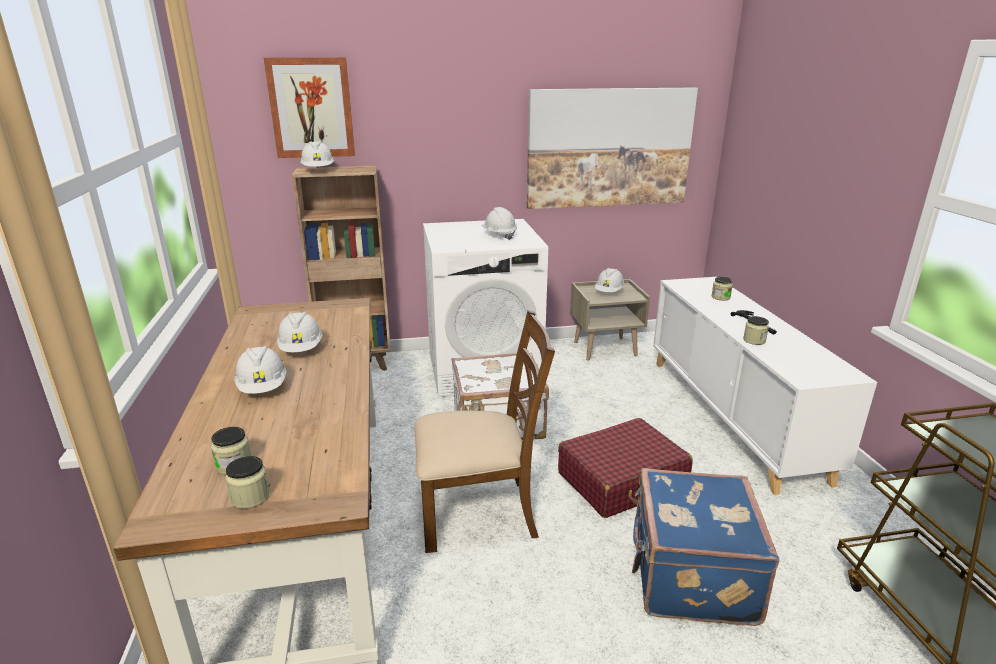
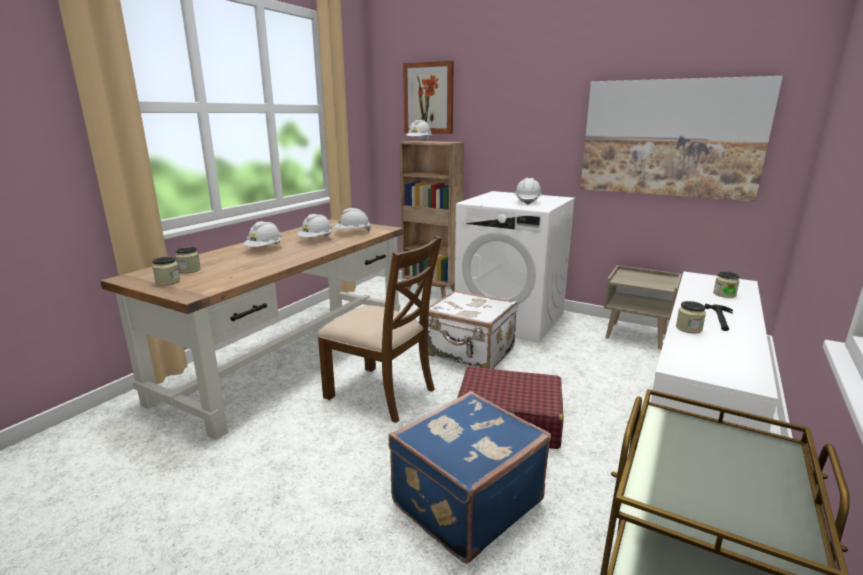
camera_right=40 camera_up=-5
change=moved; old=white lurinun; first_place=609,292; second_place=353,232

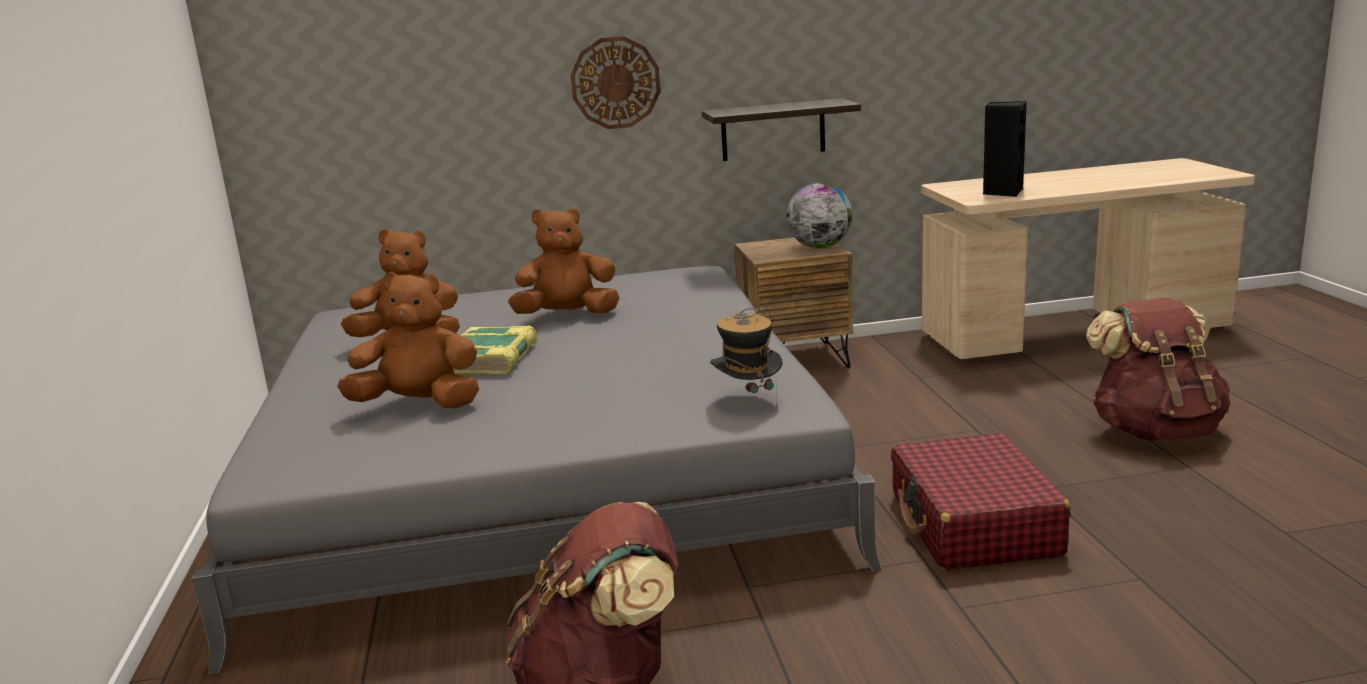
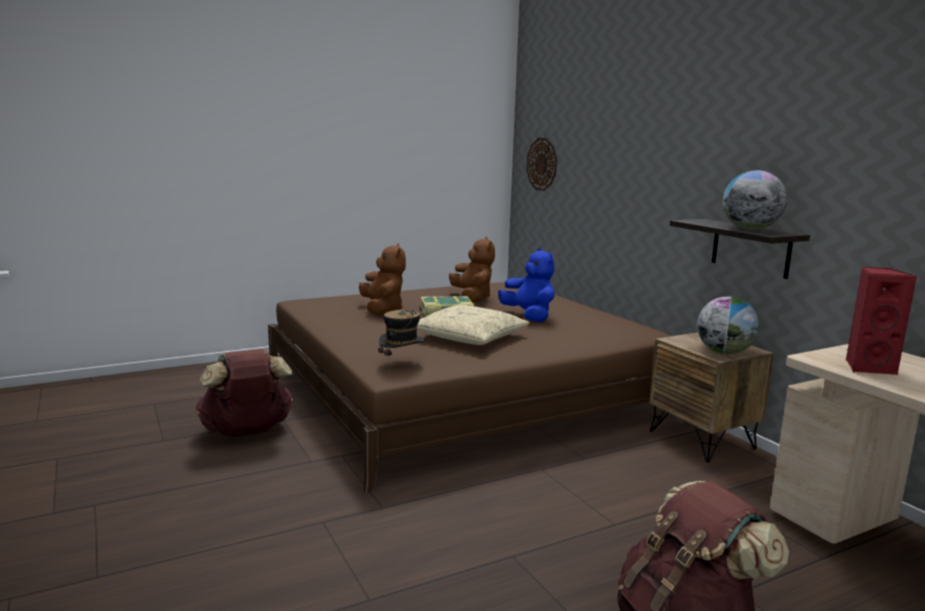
camera_right=70 camera_up=-5
change=removed; old=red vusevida; first_place=973,524
change=added; new=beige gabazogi; second_place=469,337
change=added; new=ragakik; second_place=750,229
change=moved; old=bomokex; first_place=615,83; second_place=542,164
change=recoloured; old=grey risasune; new=brown risasune; first_place=543,470; second_place=462,389
change=recoloured; old=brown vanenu; new=blue vanenu; first_place=567,315; second_place=529,316
change=recoloured; old=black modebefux; new=red modebefux; first_place=1003,192; second_place=868,367

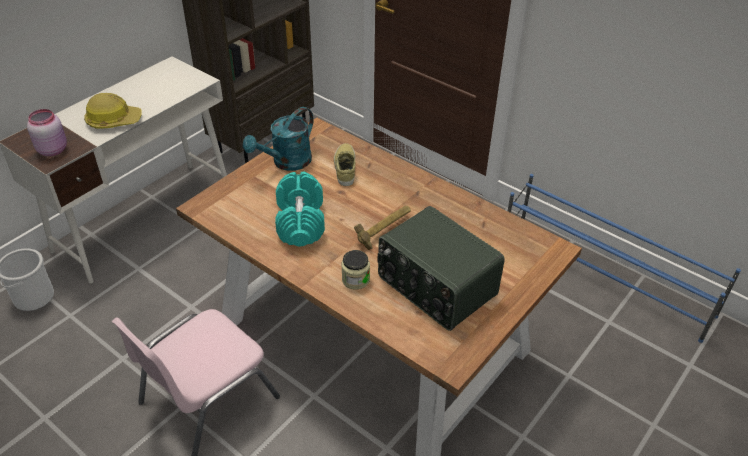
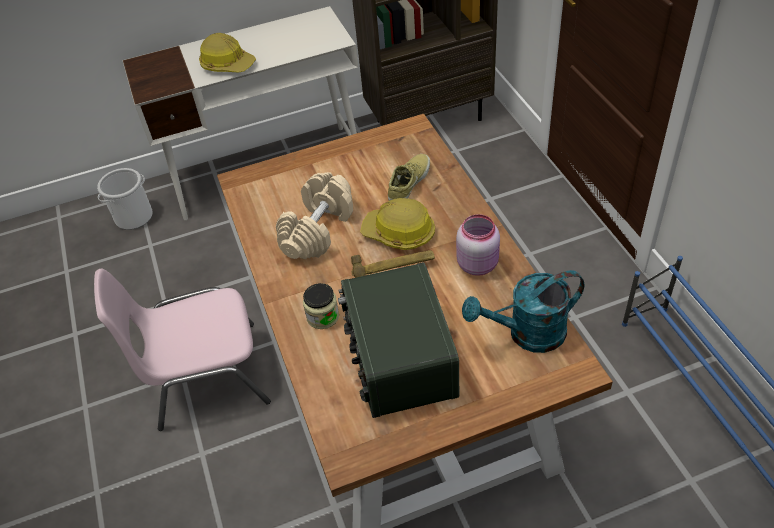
camera_right=35 camera_up=5
change=added; new=lurinun; second_place=399,233
change=moved; old=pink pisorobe; first_place=53,149; second_place=478,264
change=moved; old=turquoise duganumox; first_place=286,163; second_place=527,334
change=recoloured; old=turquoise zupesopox; new=beige zupesopox; first_place=301,222; second_place=318,230

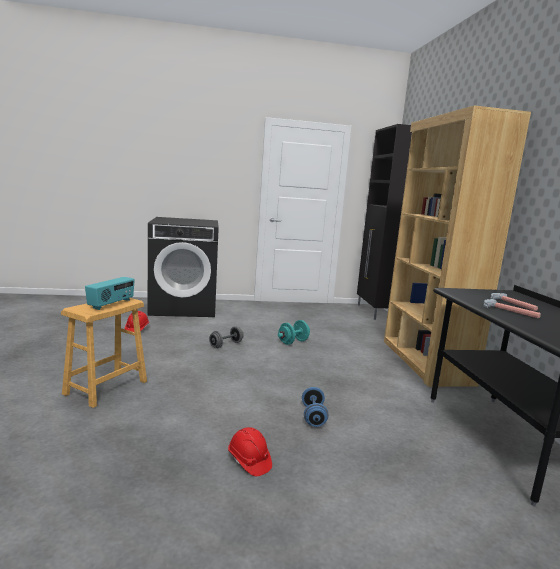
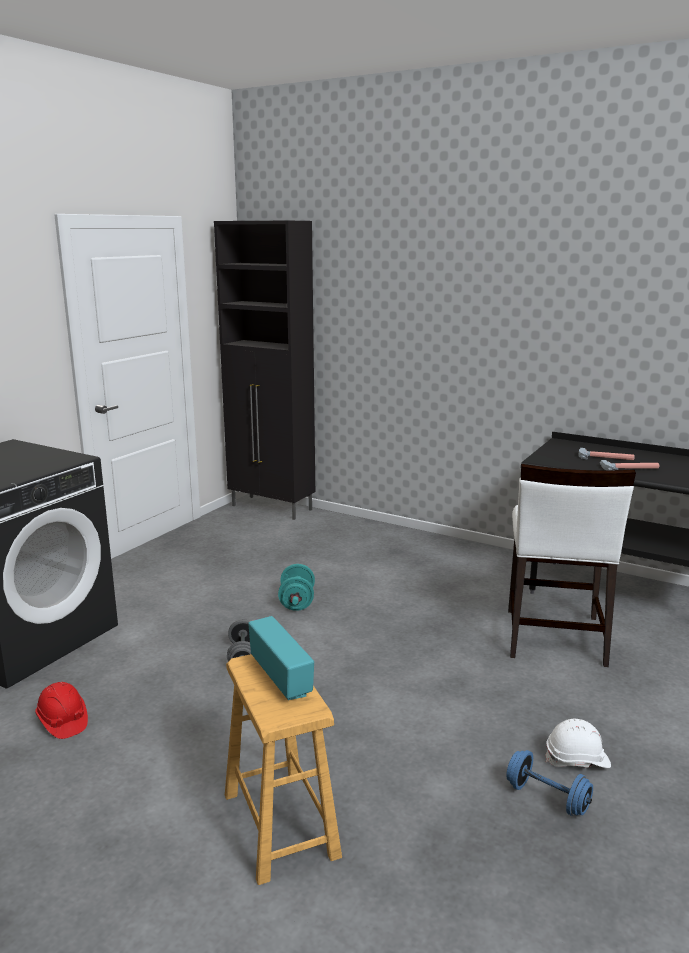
camera_right=-50 camera_up=5
change=removed; old=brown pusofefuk; first_place=425,361
change=added; new=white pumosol; second_place=553,637
change=moved; old=blue zupesopox; first_place=313,416; second_place=547,798
change=recoloured; old=red lurinun; new=white lurinun; first_place=249,461; second_place=577,759

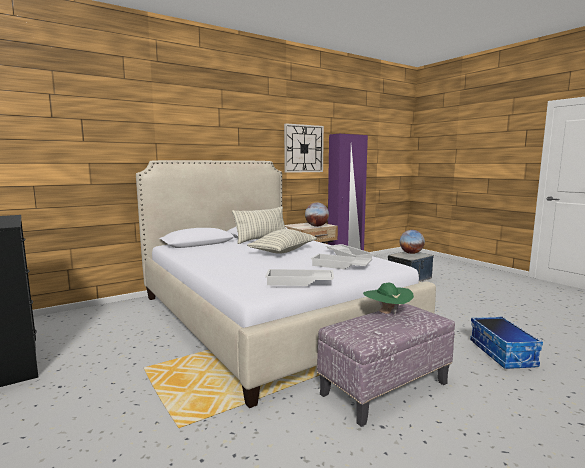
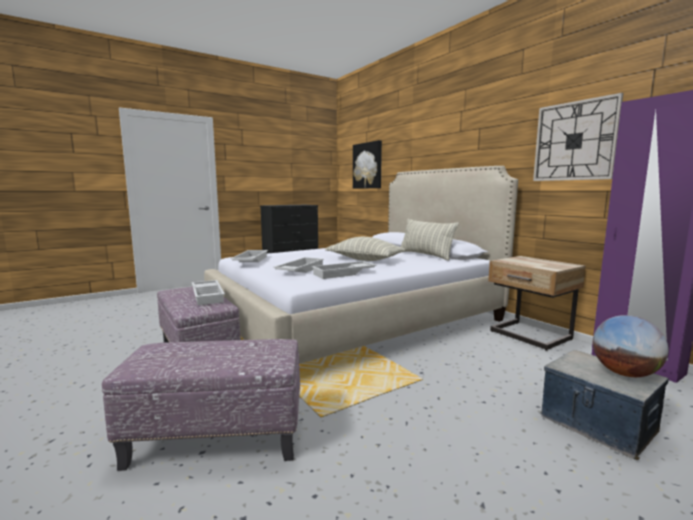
camera_right=90 camera_up=0
change=removed; old=ragakik; first_place=316,226
change=added; new=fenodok; second_place=367,165
change=replaced; old=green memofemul; new=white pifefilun; first_place=387,313; second_place=208,296
change=replaced; old=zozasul; new=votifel; first_place=503,353; second_place=215,440

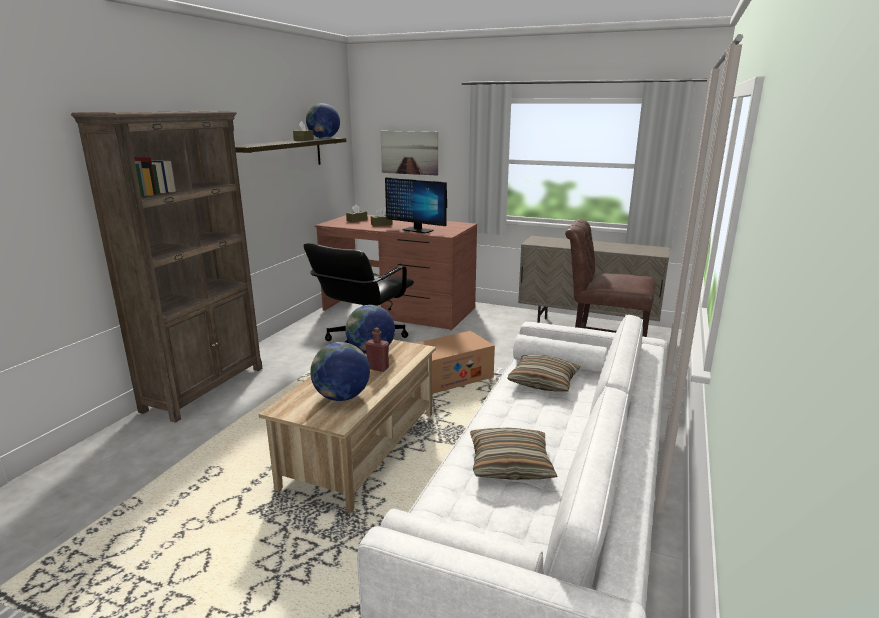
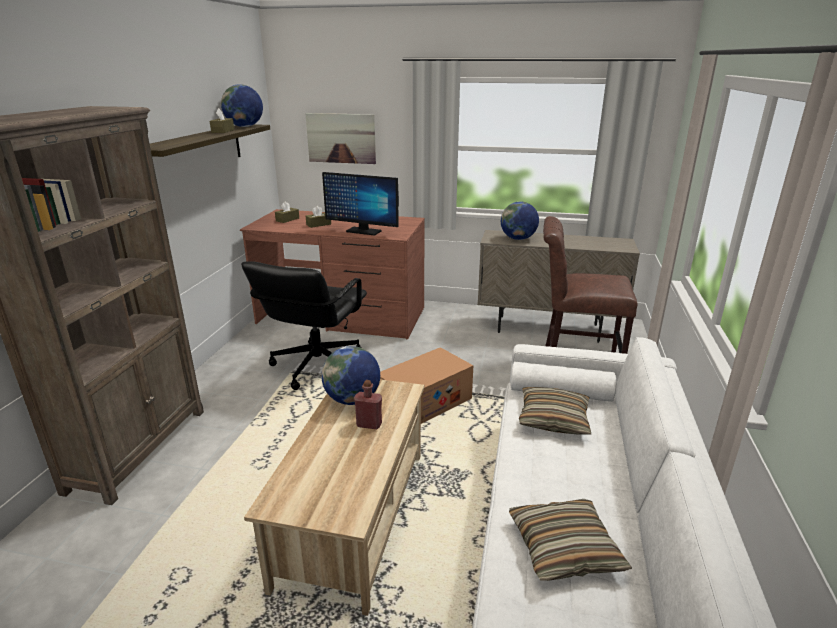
camera_right=-10 camera_up=5
change=moved; old=ragakik; first_place=342,397; second_place=518,239

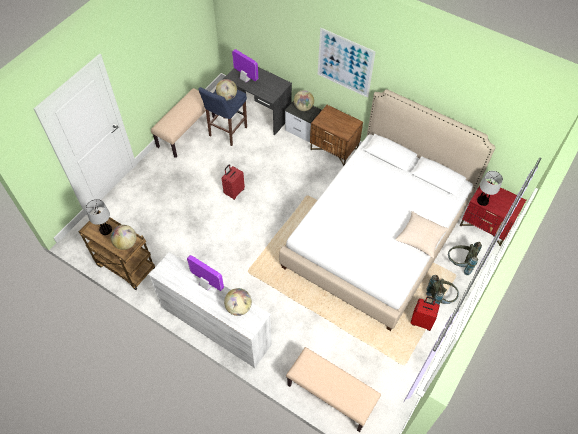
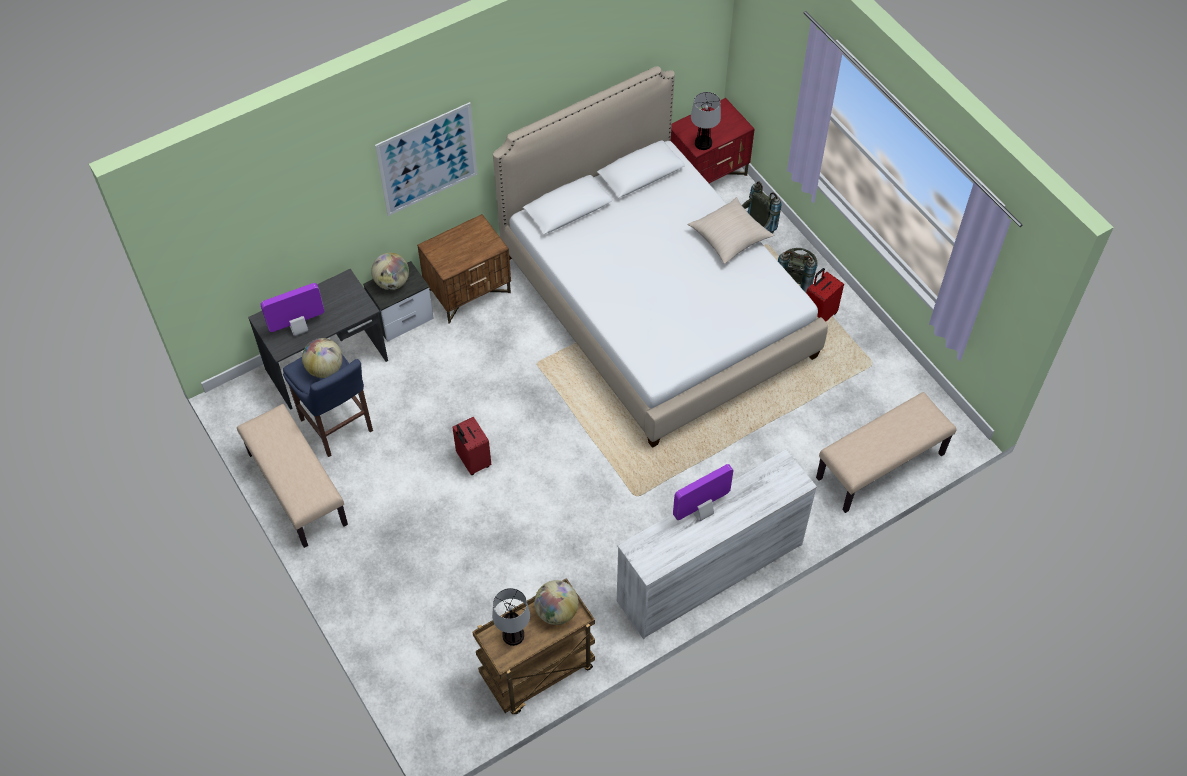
camera_right=-65 camera_up=0
change=removed; old=ragakik; first_place=238,307

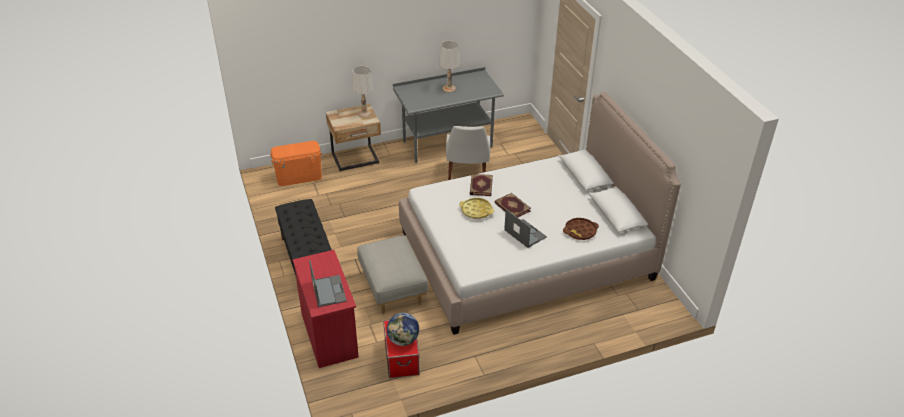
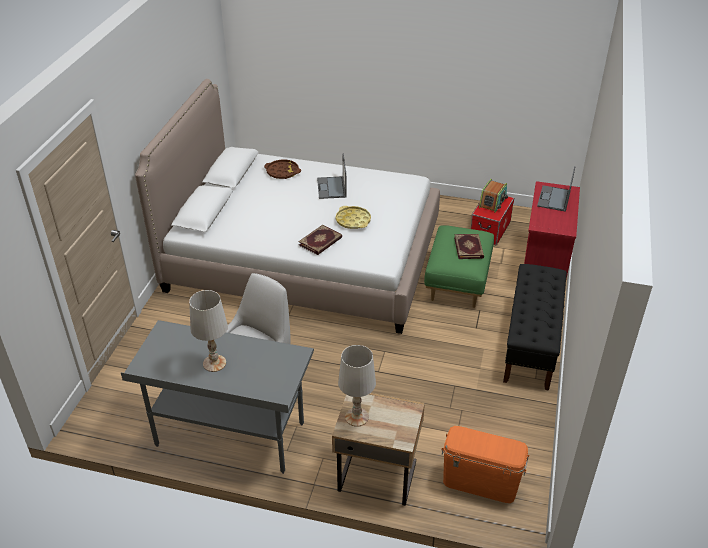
camera_right=-145 camera_up=0
change=moved; old=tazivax; first_place=512,207; second_place=469,248
change=replaced; old=ragakik; new=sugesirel; first_place=403,340; second_place=493,202
change=recoloured; old=grey votifel; new=green votifel; first_place=393,289; second_place=457,282

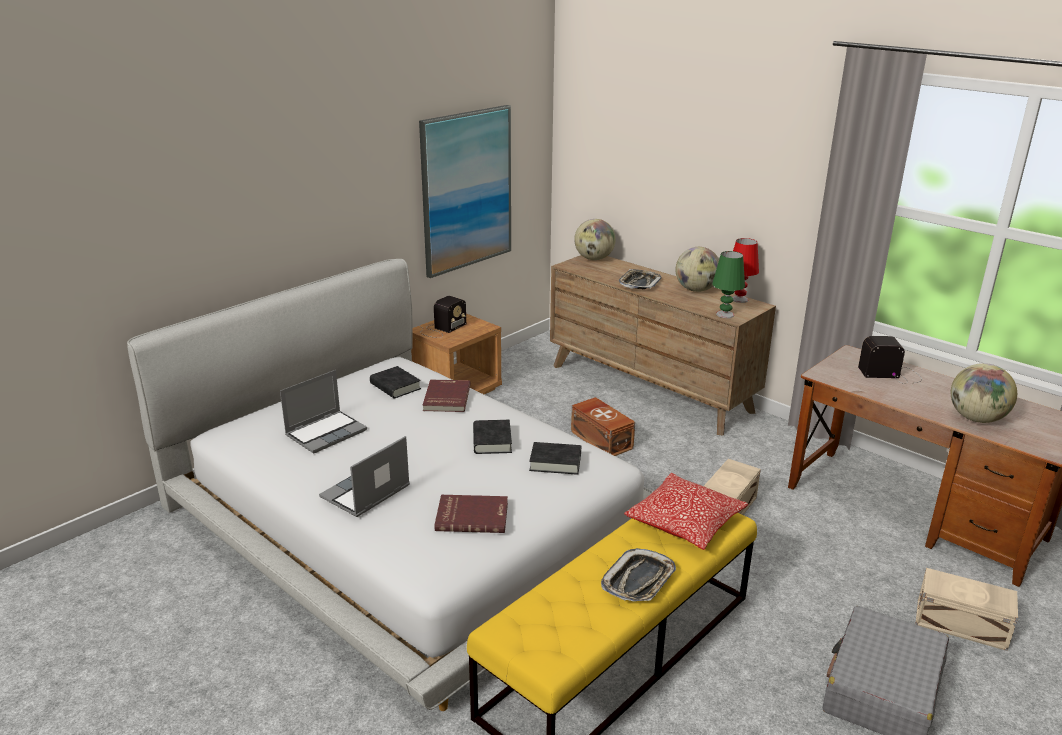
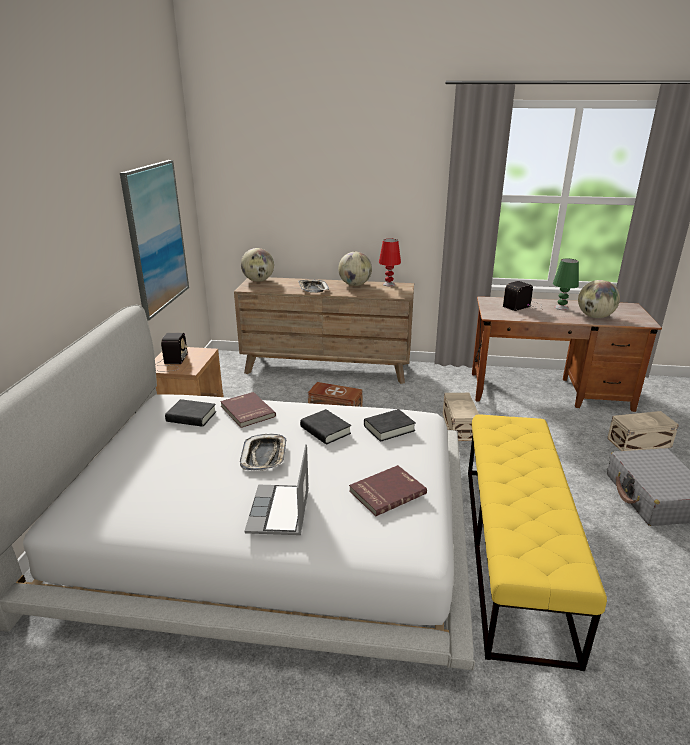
camera_right=-35 camera_up=0
change=removed; old=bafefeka; first_place=326,432
change=removed; old=gabazogi; first_place=685,523
change=moved; old=pifefilun; first_place=639,581; second_place=264,456
change=moved; old=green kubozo; first_place=725,314; second_place=561,307

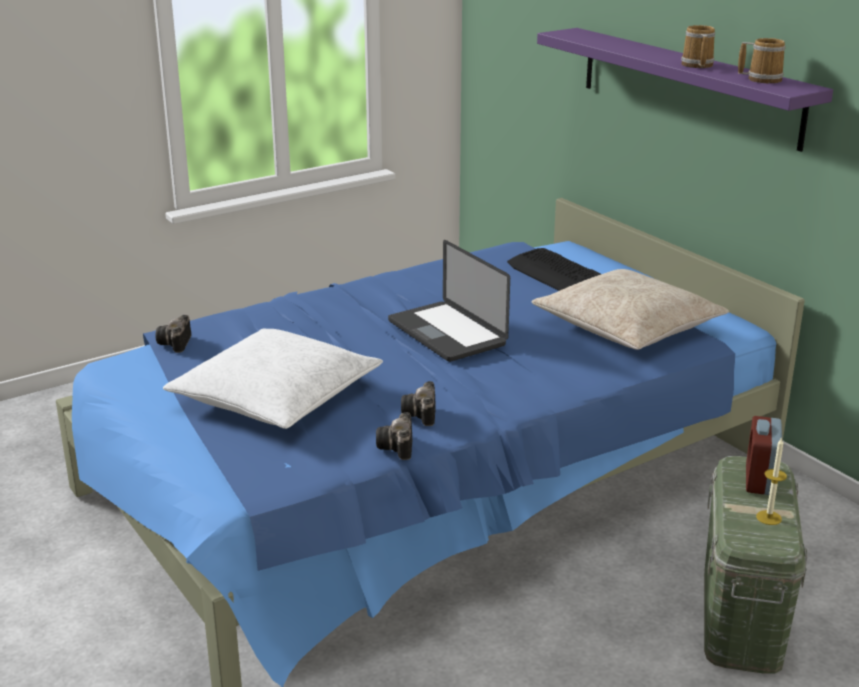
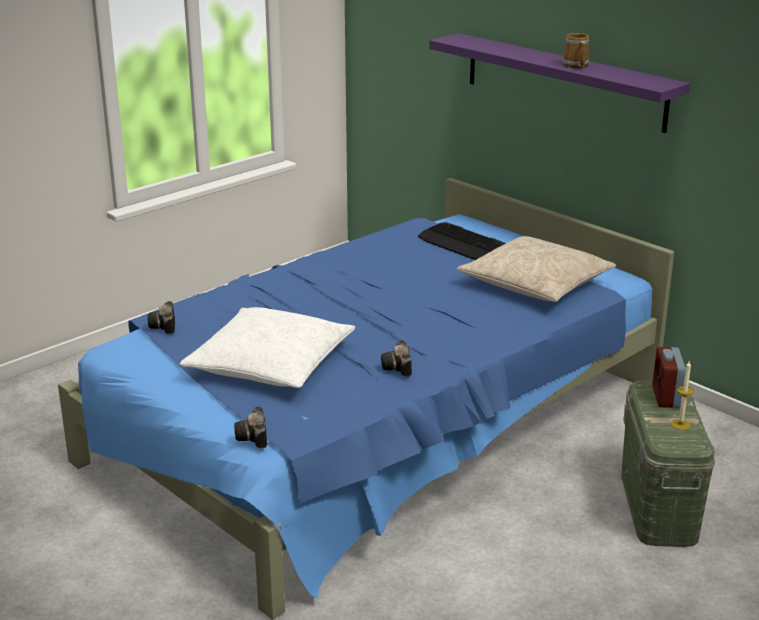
camera_right=-10 camera_up=0
change=removed; old=bafefeka; first_place=446,333
change=removed; old=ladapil; first_place=762,79
change=moved; old=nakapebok; first_place=398,448; second_place=254,438

